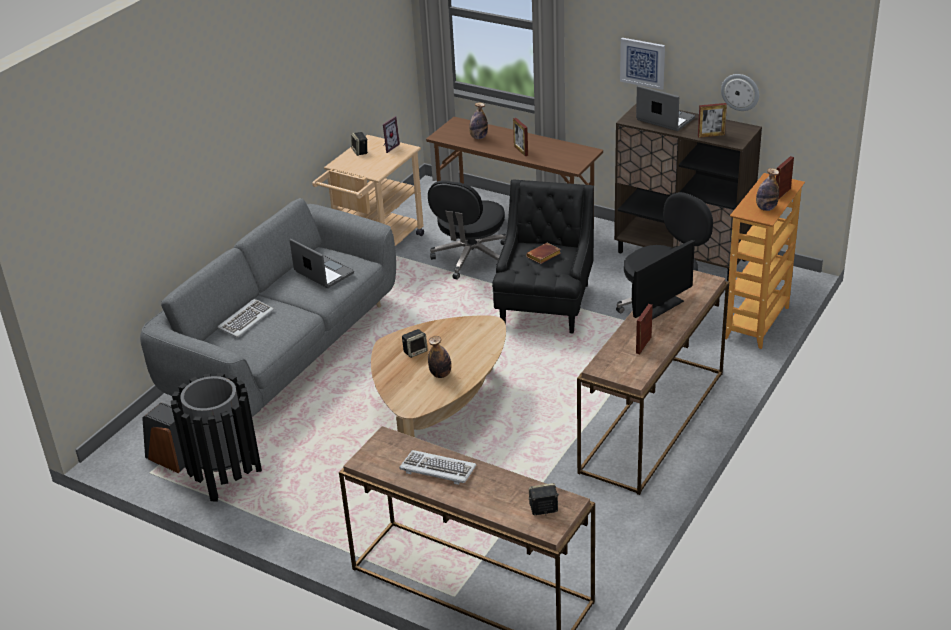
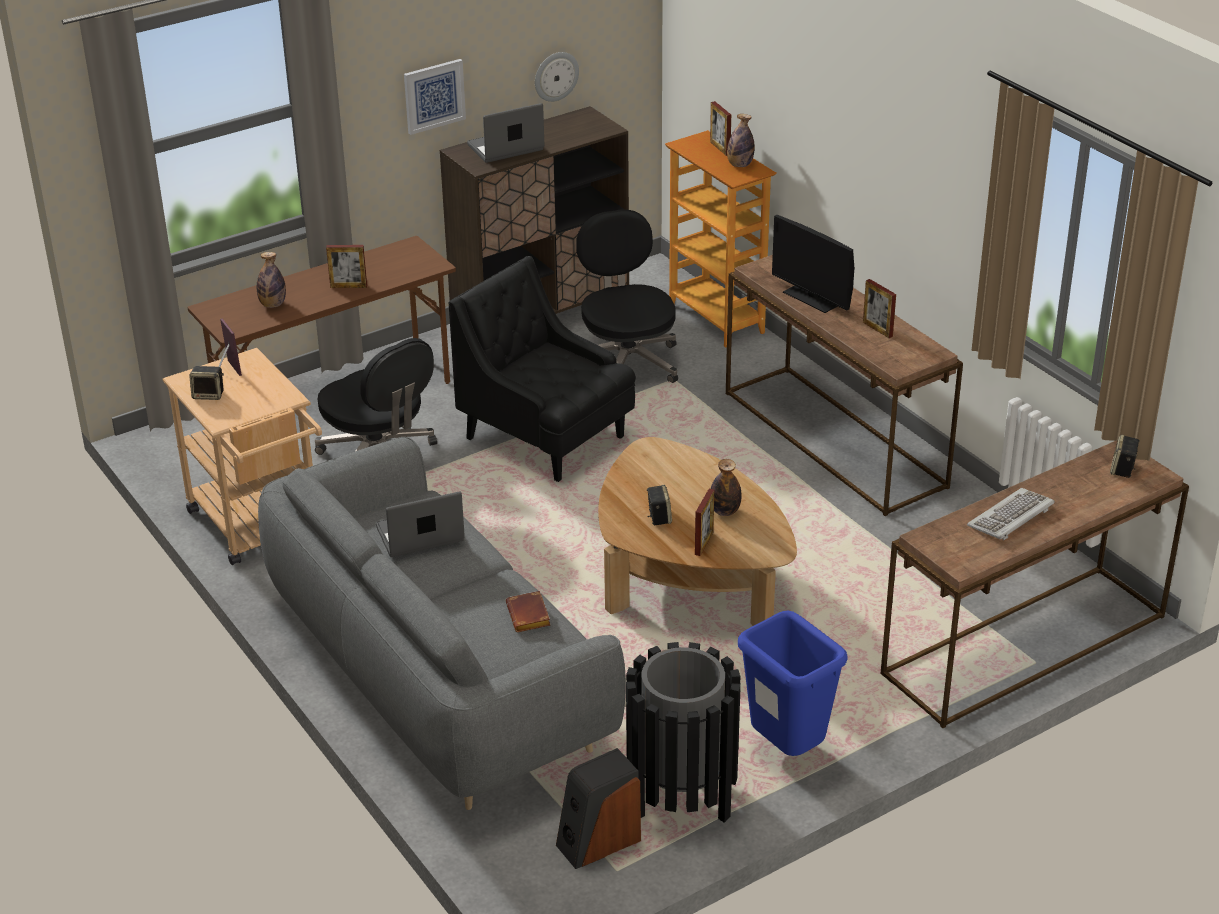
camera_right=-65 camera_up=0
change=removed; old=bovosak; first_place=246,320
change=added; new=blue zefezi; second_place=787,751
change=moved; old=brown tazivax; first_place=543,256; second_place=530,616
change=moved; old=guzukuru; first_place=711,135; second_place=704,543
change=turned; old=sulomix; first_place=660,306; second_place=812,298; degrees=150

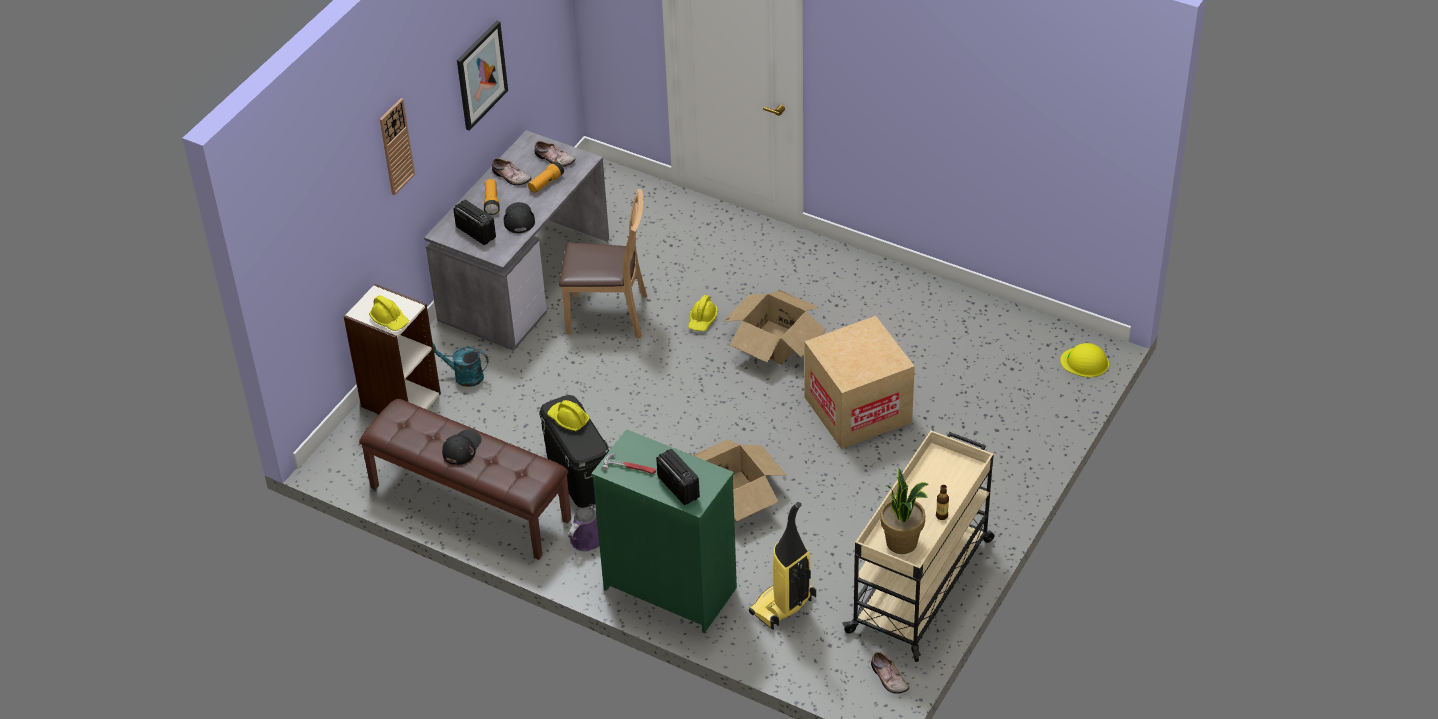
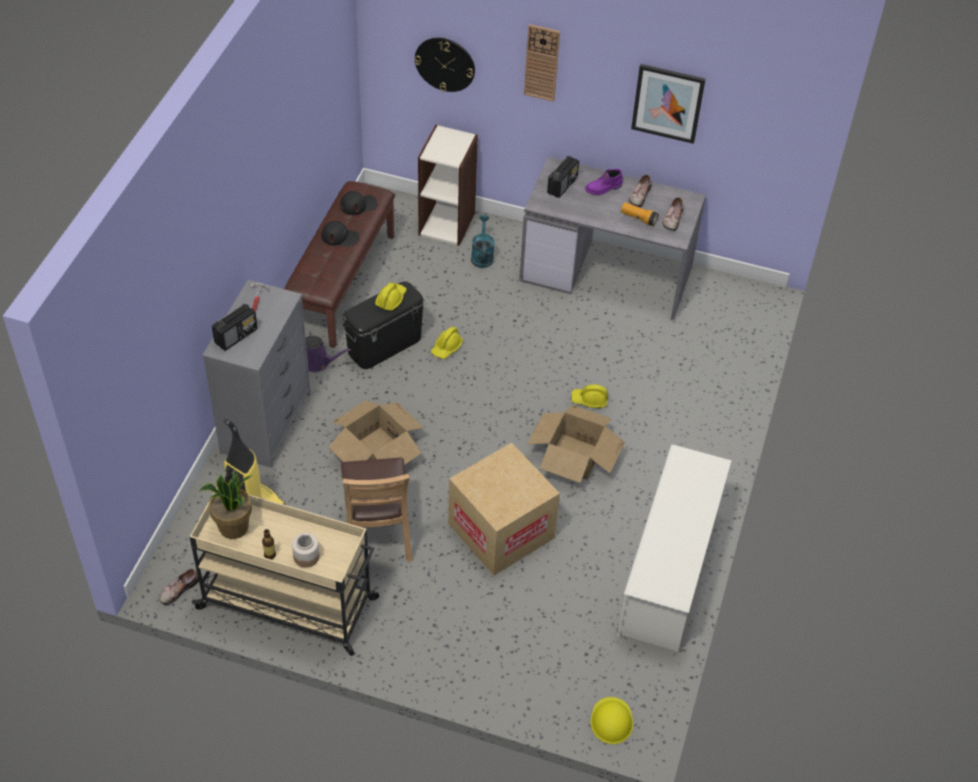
camera_right=75 camera_up=5
change=added; new=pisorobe; second_place=306,556
change=added; new=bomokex; second_place=445,64
change=added; new=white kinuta; second_place=669,572
change=moved; old=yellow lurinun; first_place=390,320; second_place=446,348
change=moved; old=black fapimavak; first_place=519,219; second_place=358,205
change=moved; old=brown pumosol; first_place=608,315; second_place=377,534
change=replaced; old=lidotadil; new=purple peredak; first_place=491,202; second_place=603,189
change=recoloured; old=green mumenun; new=grey mumenun; first_place=670,588; second_place=266,423

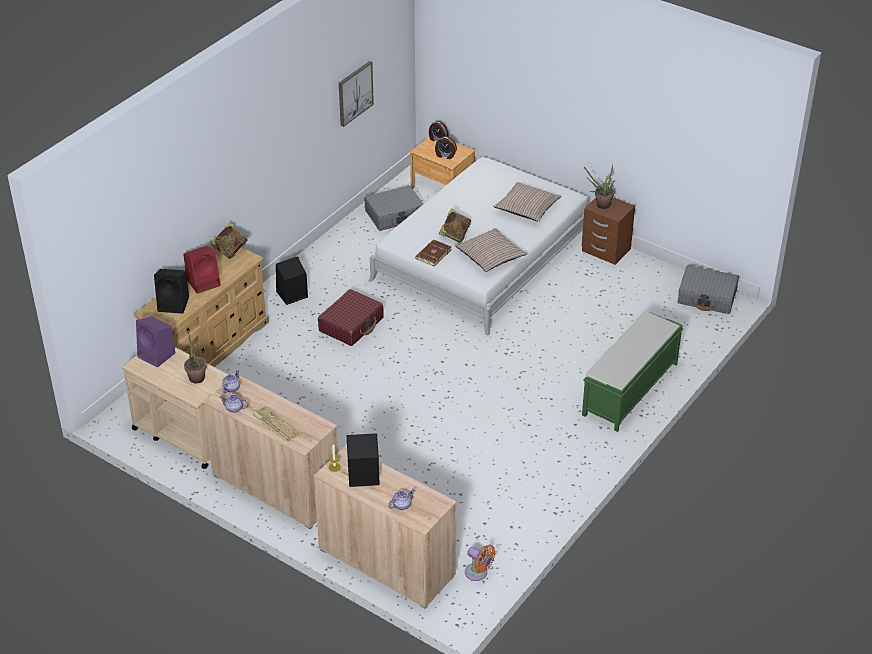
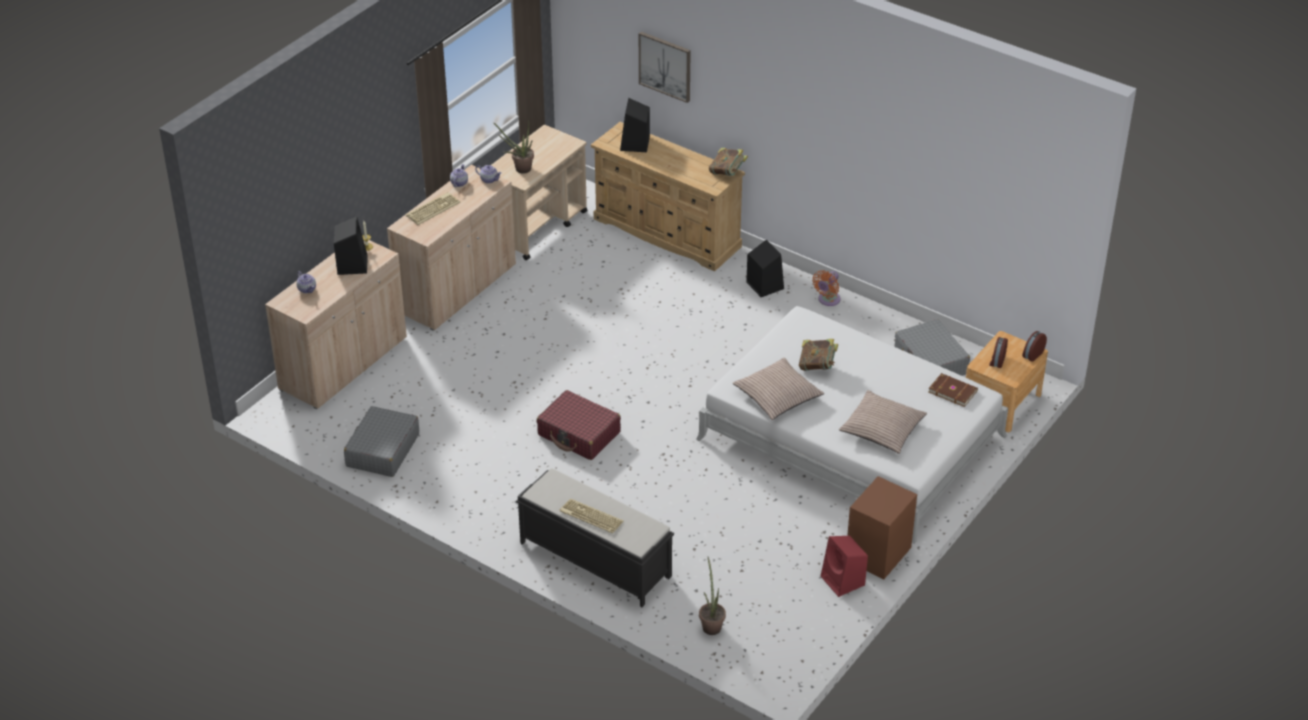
camera_right=90 camera_up=0
change=removed; old=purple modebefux; first_place=157,355
change=added; new=bovosak; second_place=590,517
change=moved; old=red modebefux; first_place=204,282; second_place=843,581
change=moved; old=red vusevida; first_place=351,325; second_place=579,434
change=moved; old=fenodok; first_place=354,93; second_place=665,66
change=moved; old=brown tazivax; first_place=432,254; second_place=952,391
change=moved; old=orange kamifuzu; first_place=478,573; second_place=827,300
change=moved; old=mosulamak; first_place=600,205; second_place=711,625
change=moved; old=grey vusevida; first_place=707,297; second_place=382,450
change=recoloured; old=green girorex; new=black girorex; first_place=629,390; second_place=594,559

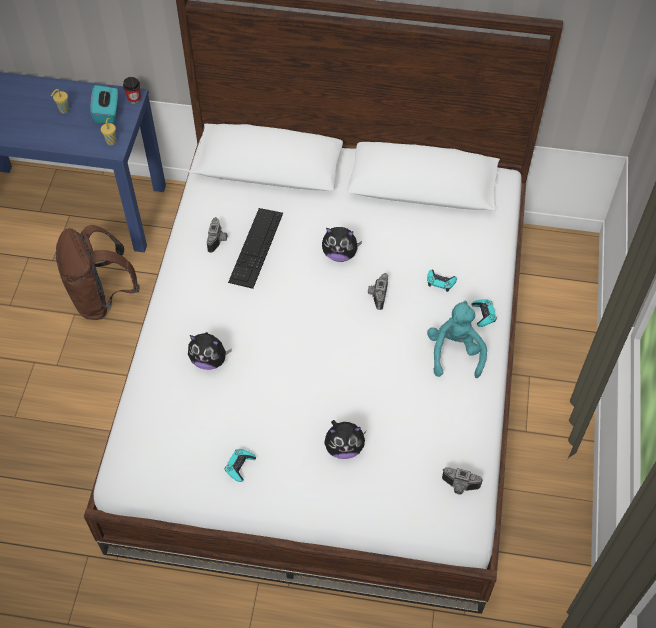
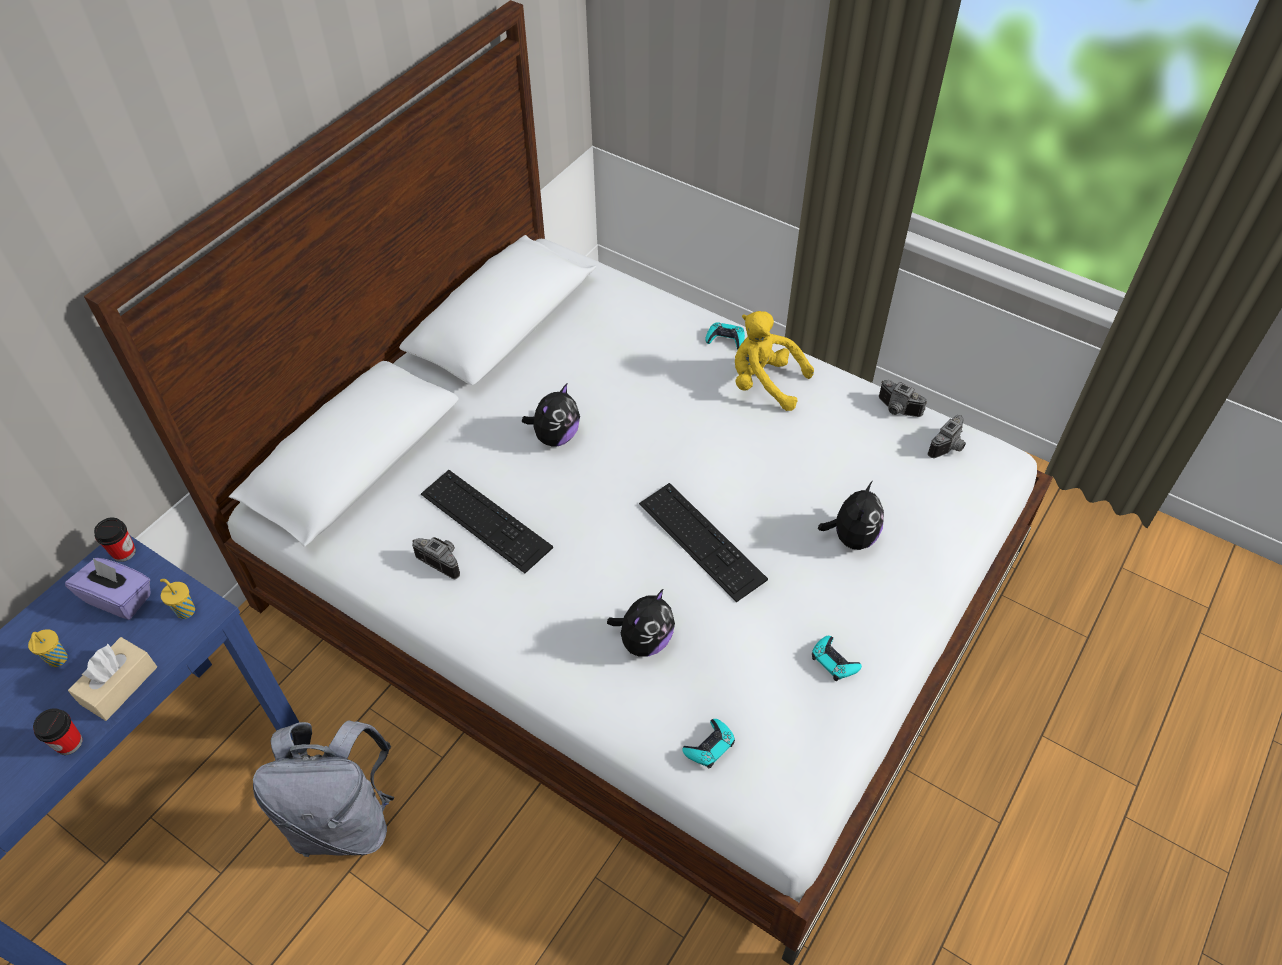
camera_right=-65 camera_up=-5
change=added; new=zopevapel; second_place=69,743
change=added; new=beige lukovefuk; second_place=119,685
change=added; new=bovosak; second_place=701,541
change=moved; old=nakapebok; first_place=376,295; second_place=896,410
change=moved; old=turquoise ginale; first_place=440,282; second_place=709,746
change=recoloured; old=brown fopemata; new=grey fopemata; first_place=102,298; second_place=345,819
change=recoloured; old=turquoise lukovefuk; new=purple lukovefuk; first_place=107,112; second_place=119,598
change=recoloured; old=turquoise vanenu; new=yellow vanenu; first_place=455,352; second_place=764,383

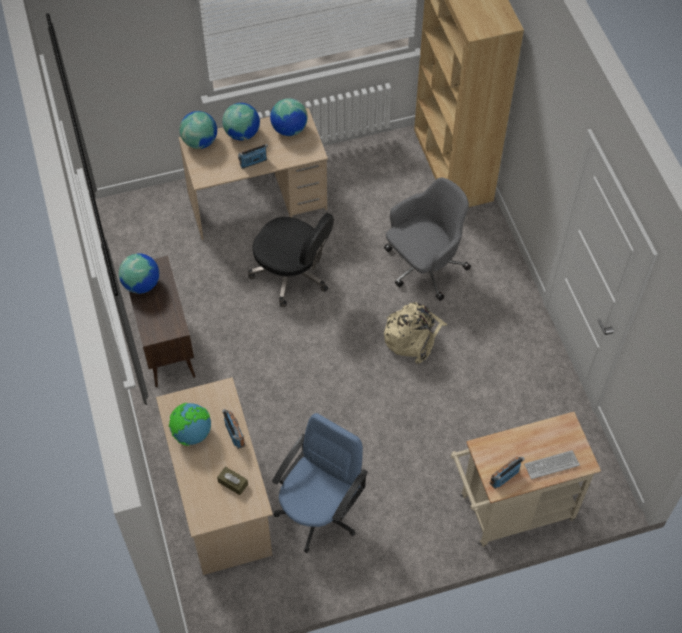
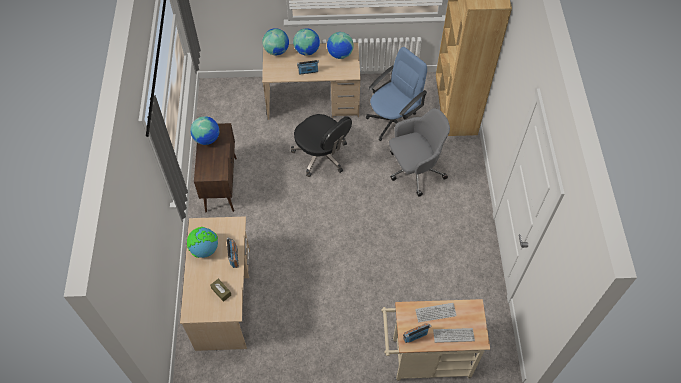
camera_right=15 camera_up=0
change=removed; old=beige fopemata; first_place=413,336
change=added; new=bovosak; second_place=435,313
change=moved; old=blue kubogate; first_place=319,512; second_place=393,122

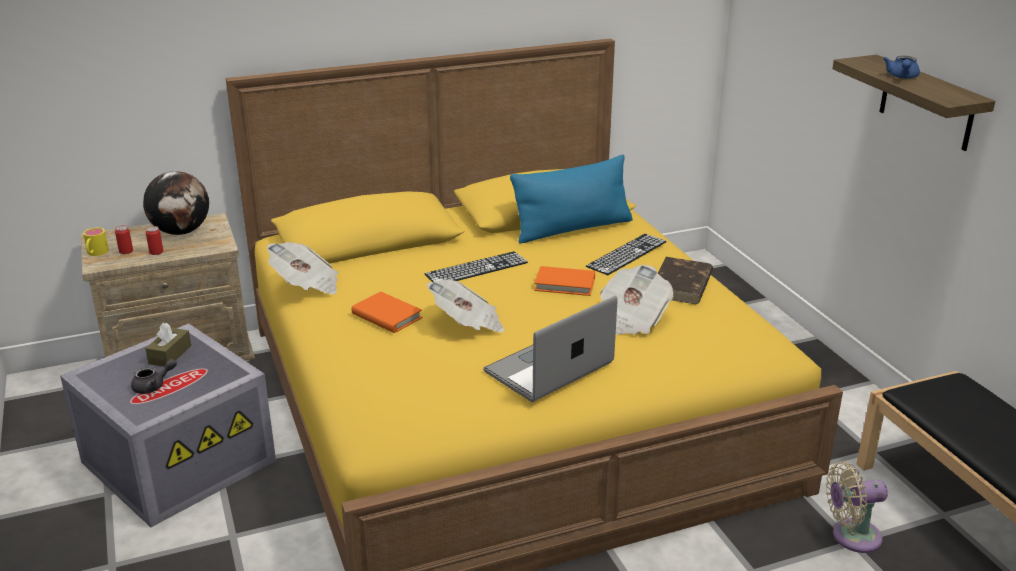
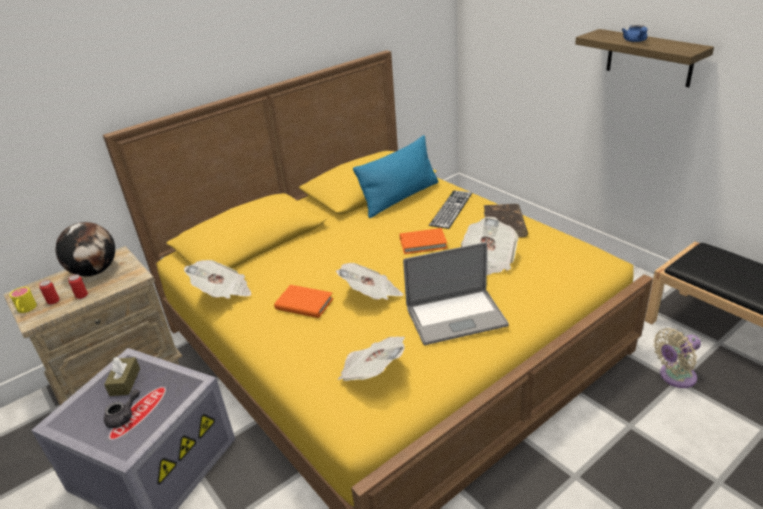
camera_right=-15 camera_up=5
change=removed; old=bovosak; first_place=476,268
change=added; new=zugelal; second_place=372,372
change=turned; old=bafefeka; first_place=549,367; second_place=456,317; degrees=-135

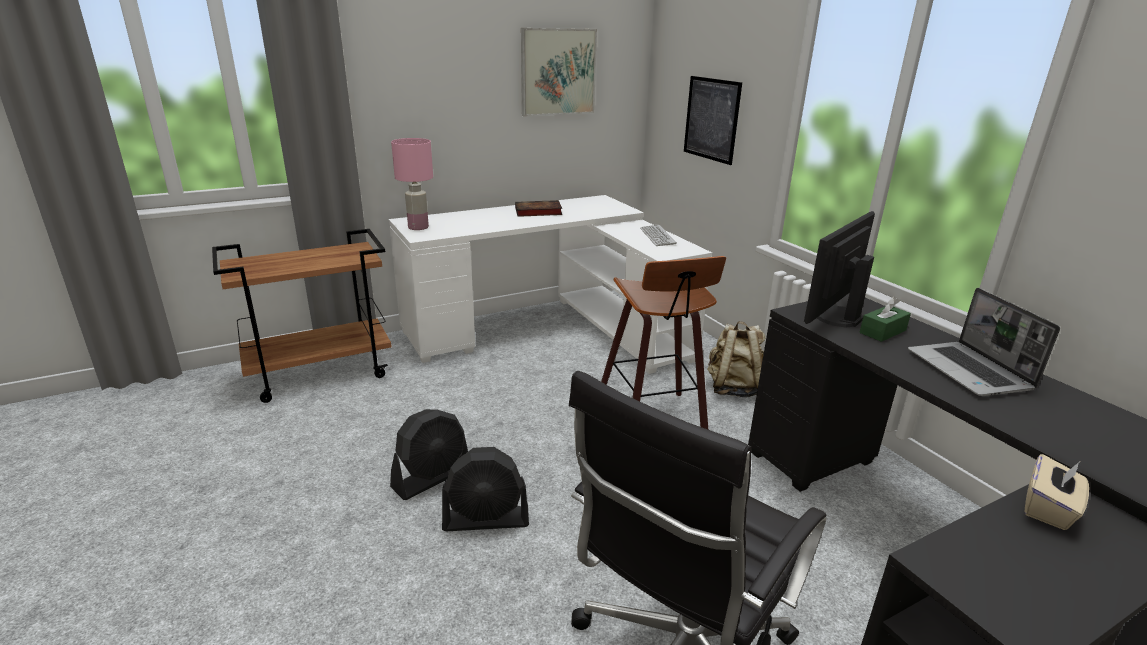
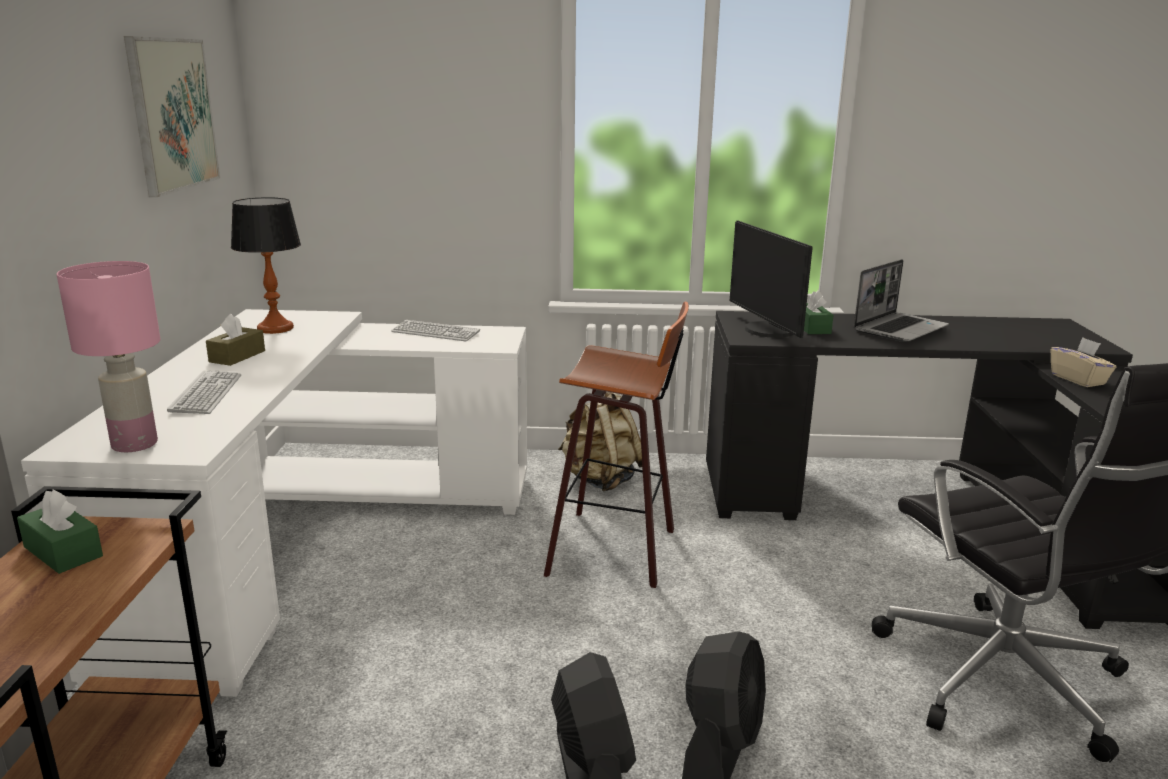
camera_right=-60 camera_up=-5
change=removed; old=fenodok; first_place=711,119
change=added; new=green lukovefuk; second_place=63,551
change=added; new=bovosak; second_place=206,394
change=added; new=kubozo; second_place=275,328
change=replaced; old=tazivax; new=brown lukovefuk; first_place=537,212; second_place=237,356
change=turned; old=bafefeka; first_place=970,371; second_place=900,329; degrees=-60

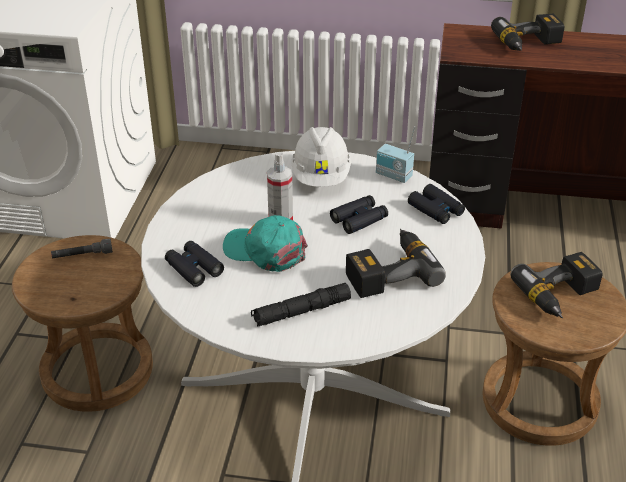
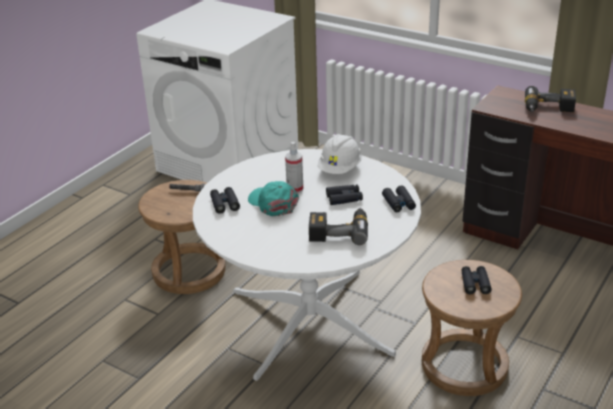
camera_right=25 camera_up=-5
change=removed; old=black lidotadil; first_place=301,311
change=removed; old=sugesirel; first_place=393,176
change=replaced; old=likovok; new=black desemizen; first_place=560,296; second_place=475,283

